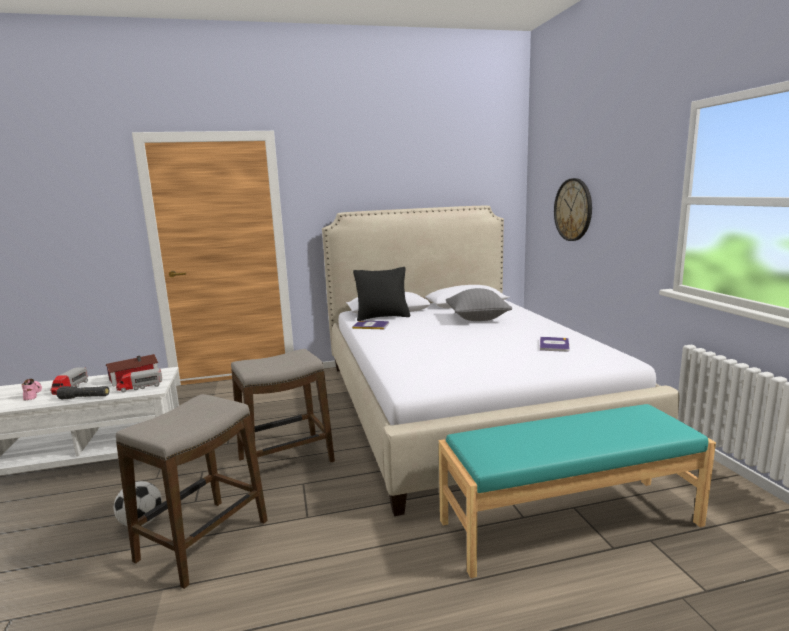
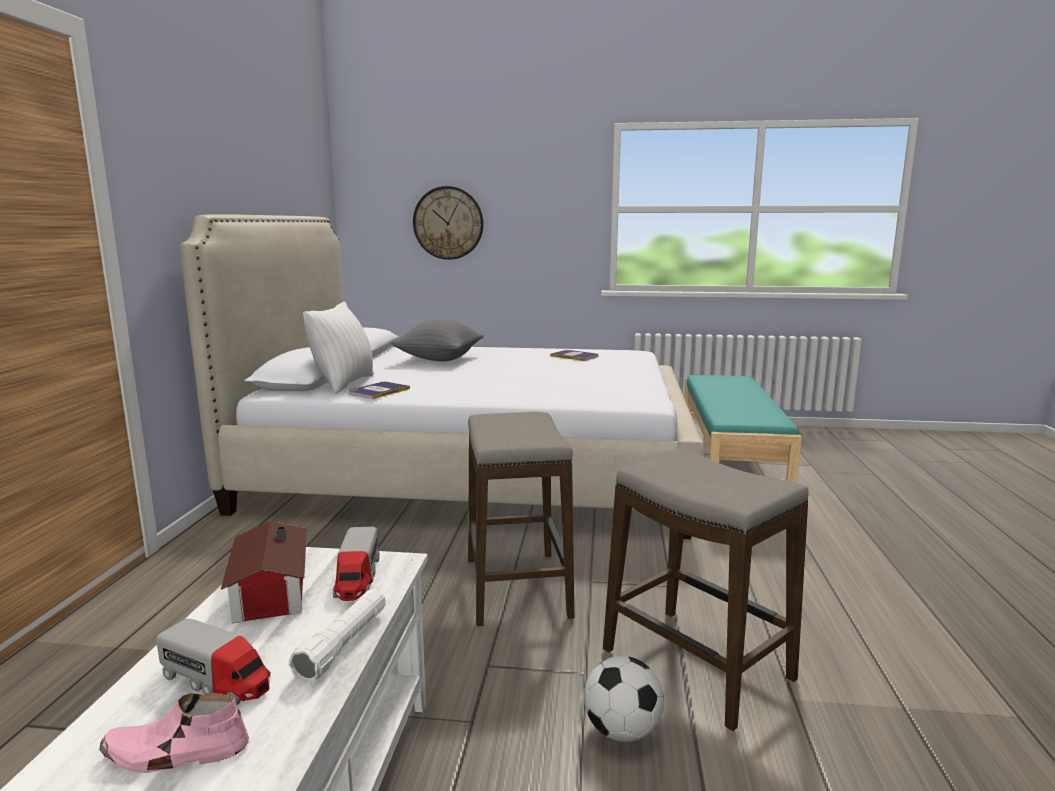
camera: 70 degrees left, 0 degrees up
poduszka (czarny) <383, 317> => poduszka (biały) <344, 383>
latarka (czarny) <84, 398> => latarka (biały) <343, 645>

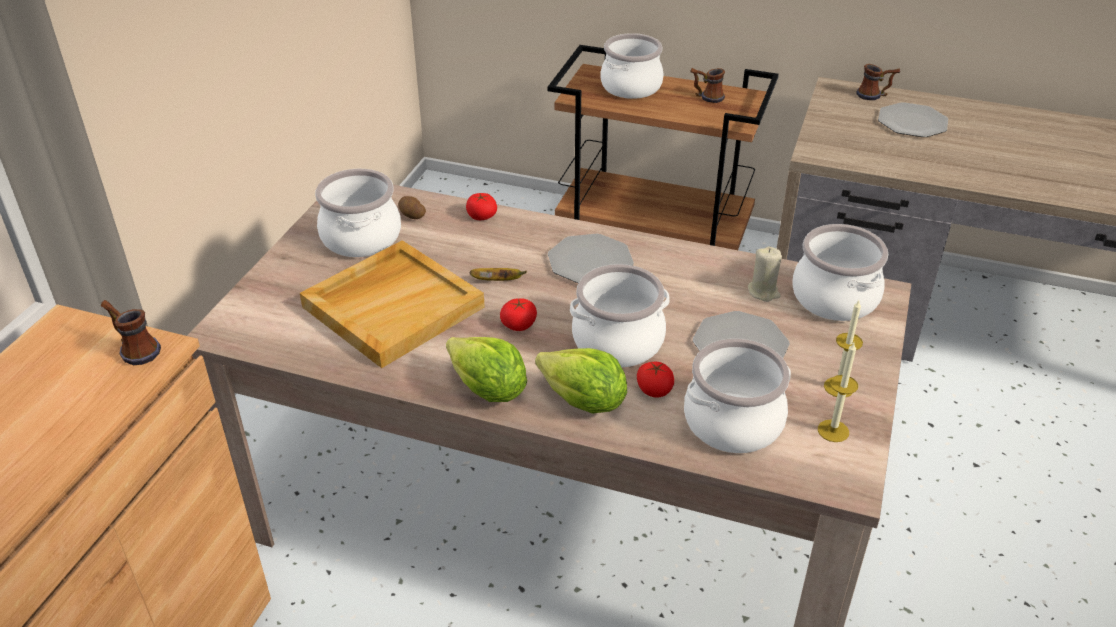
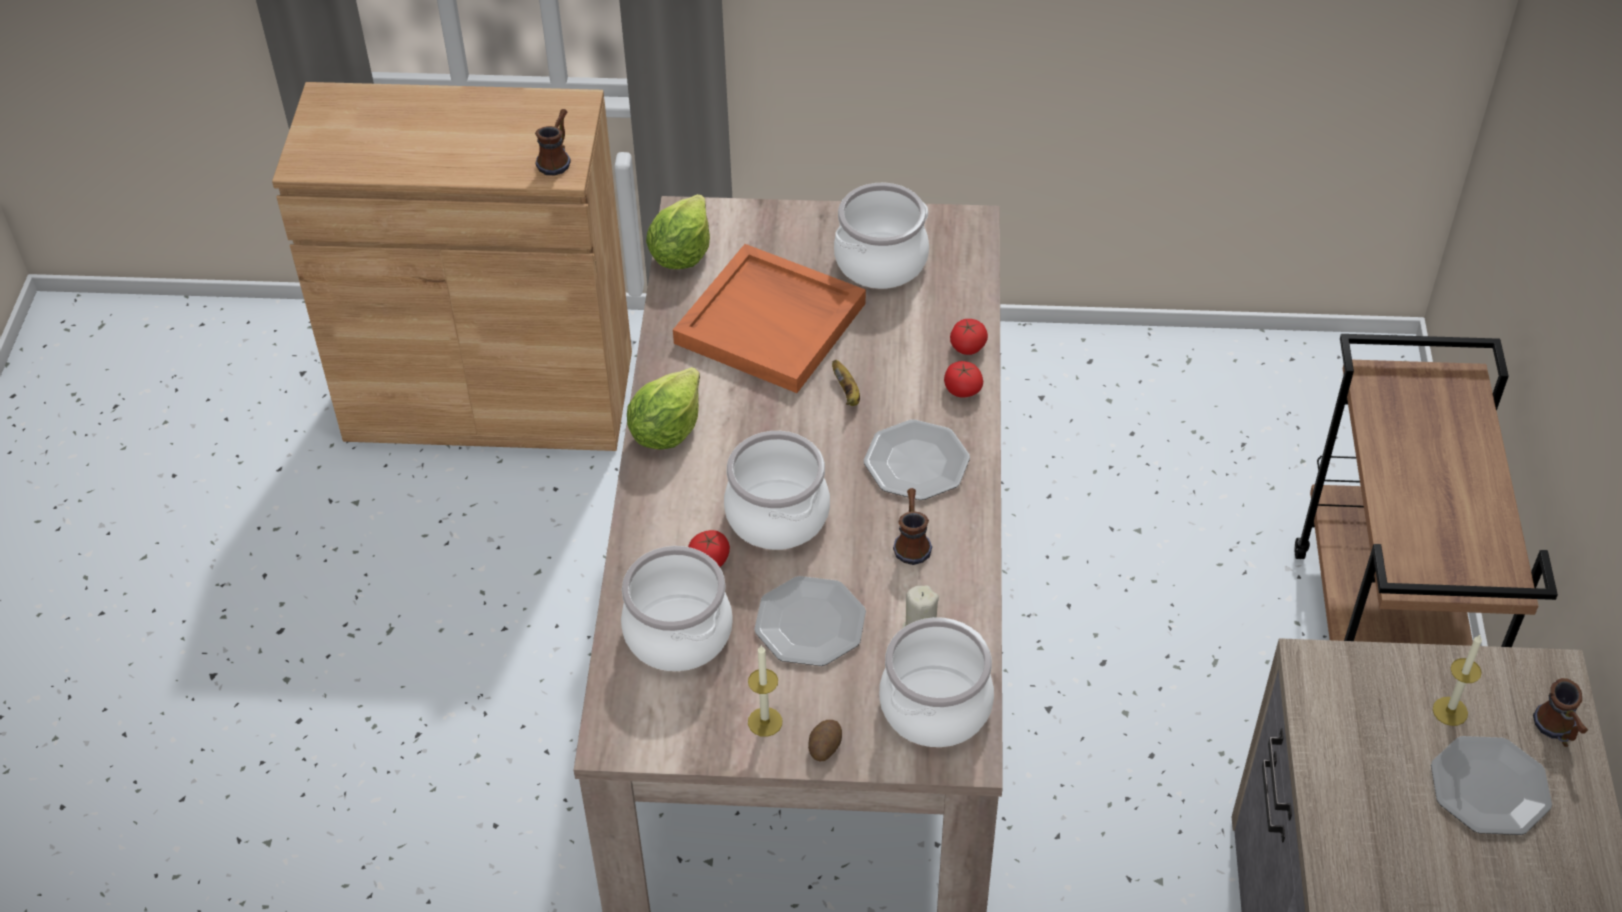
camera: 75 degrees right, 10 degrees up
garnek <630, 86> => nothing
kubek <706, 97> => kubek <912, 541>, move
ziemniak <411, 215> => ziemniak <824, 747>, move
taca (beżowy) <393, 306> => taca (pomarańczowy) <772, 323>
pomidor <518, 324> => pomidor <962, 389>, move
świeca <833, 431> => świeca <1450, 711>, move
sałata <583, 402> => sałata <681, 254>, move

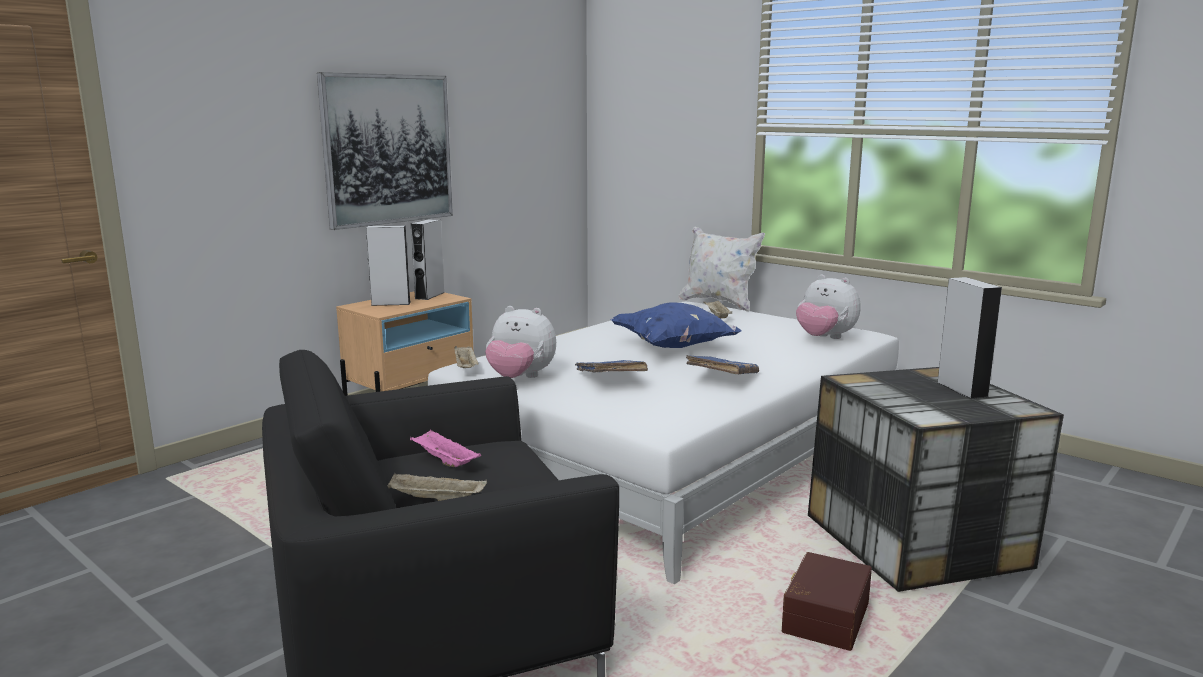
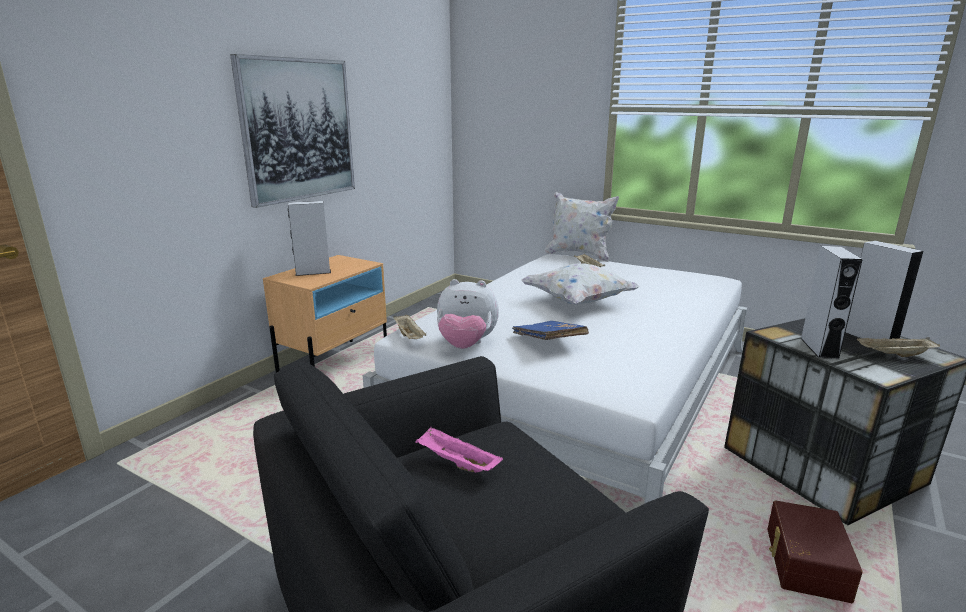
camera: 10 degrees left, 5 degrees up
głośnik (szary) <429, 295> => głośnik (szary) <819, 348>, move
pluszak <824, 338> => nothing
poduszka (niebieski) <674, 347> => poduszka (biały) <578, 302>
książka (niebieski) <722, 378> => nothing
taca (beżowy) <435, 501> => taca (beżowy) <894, 355>, move

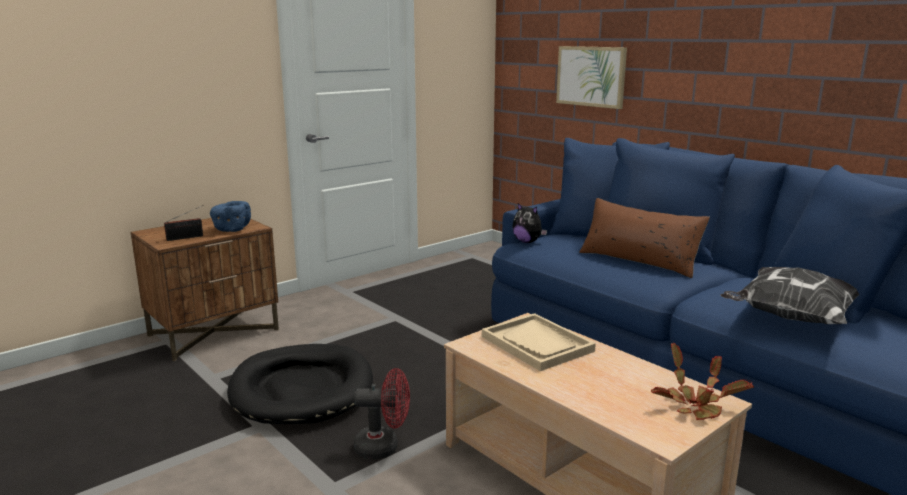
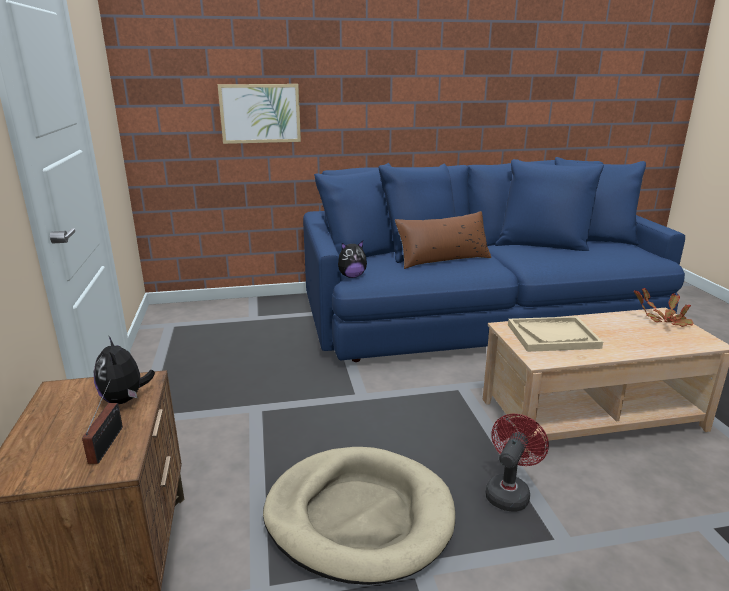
camera: 60 degrees left, 5 degrees up
miska (niebieski) <231, 229> => pluszak <125, 399>
poduszka <790, 318> => nothing
legowisko (czarny) <302, 389> => legowisko (beżowy) <359, 516>

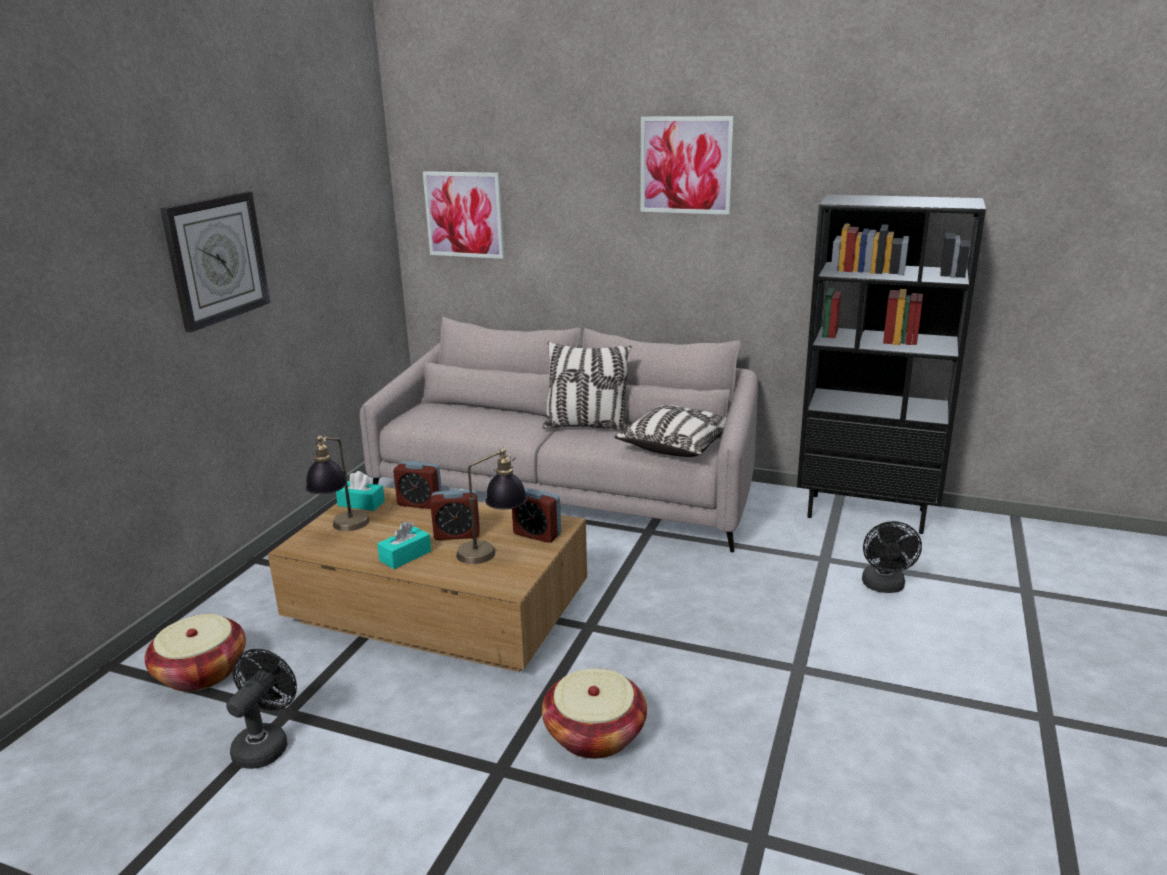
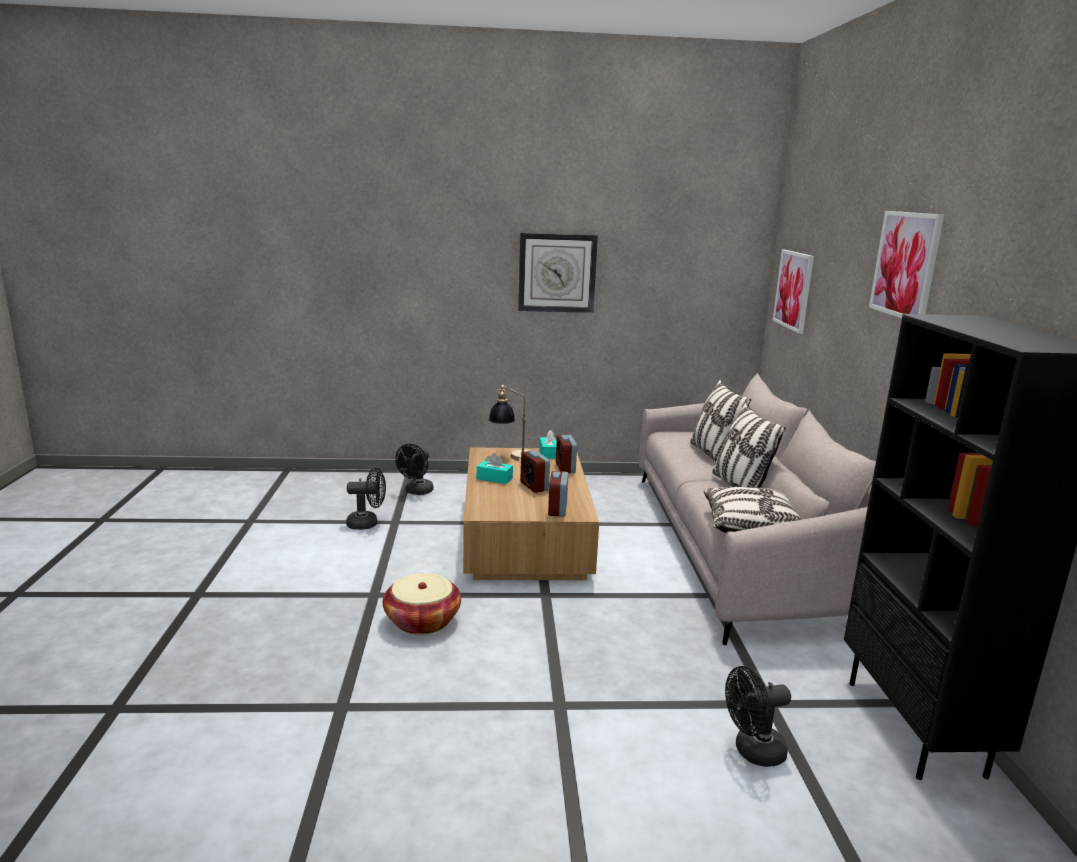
camera: 65 degrees right, 5 degrees down
lampa stołowa <493, 554> => nothing
koszyk <201, 672> => wentylator (czarny) <416, 492>
nothing => poduszka <713, 455>

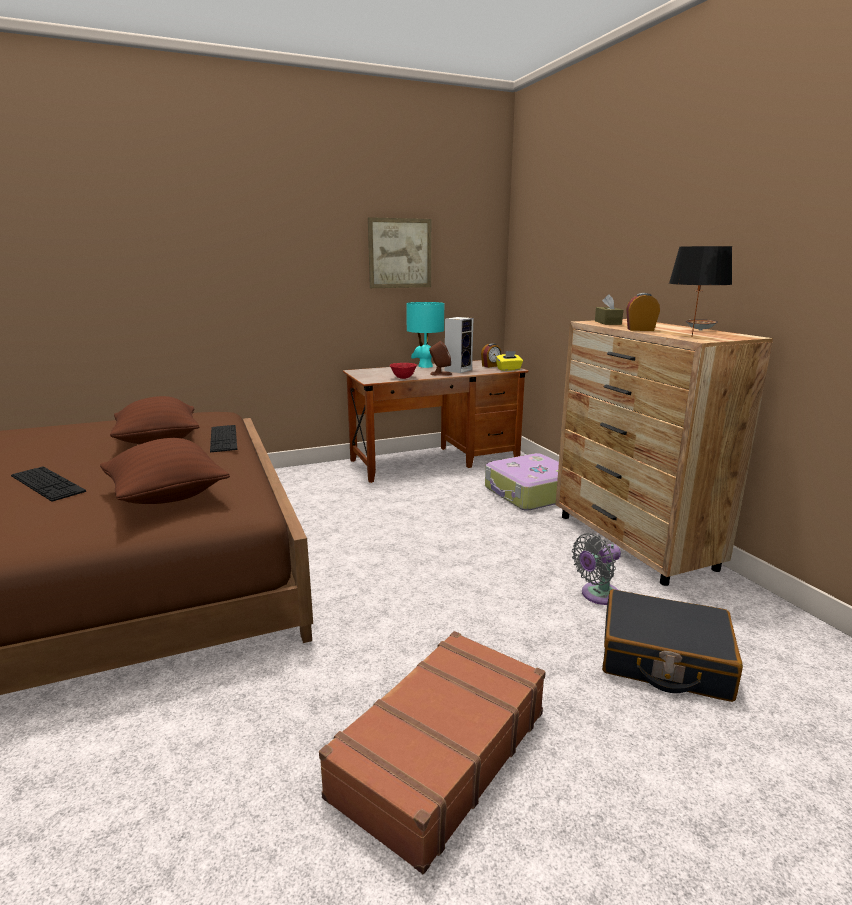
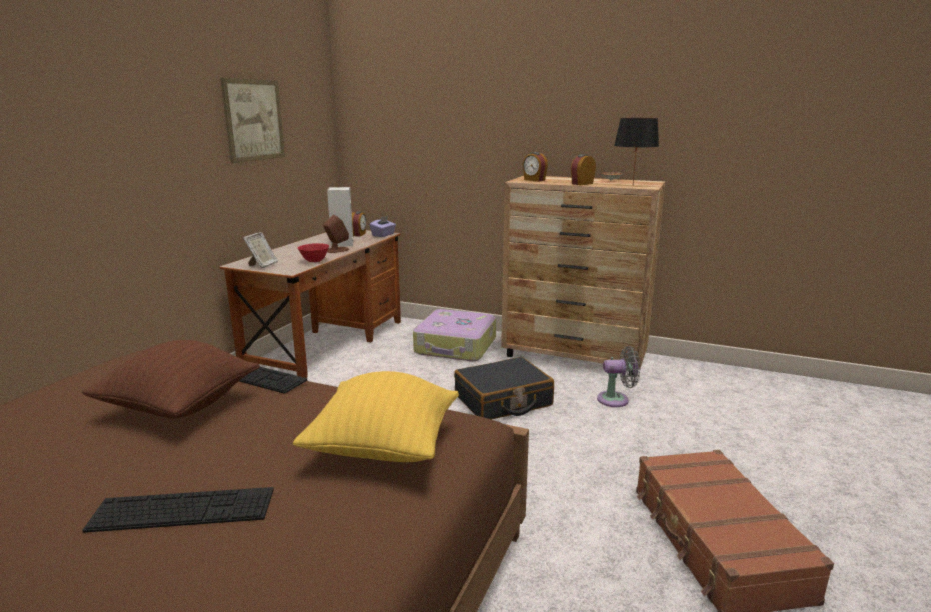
camera: 45 degrees left, 0 degrees up
pudełko chusteczek (brązowy) <607, 322> => budzik <534, 180>
lampa stołowa (turkusowy) <425, 366> => nothing
pudełko chusteczek (żółty) <509, 369> => pudełko chusteczek (fioletowy) <383, 235>
poduszka (brązowy) <167, 497> => poduszka (żółty) <383, 448>
wentylator (szary) <597, 595> => wentylator (szary) <616, 400>, 105 degrees counterclockwise
walizka (czarny) <664, 659> => walizka (czarny) <503, 401>, move
nothing => ramka na zdjęcie <262, 265>

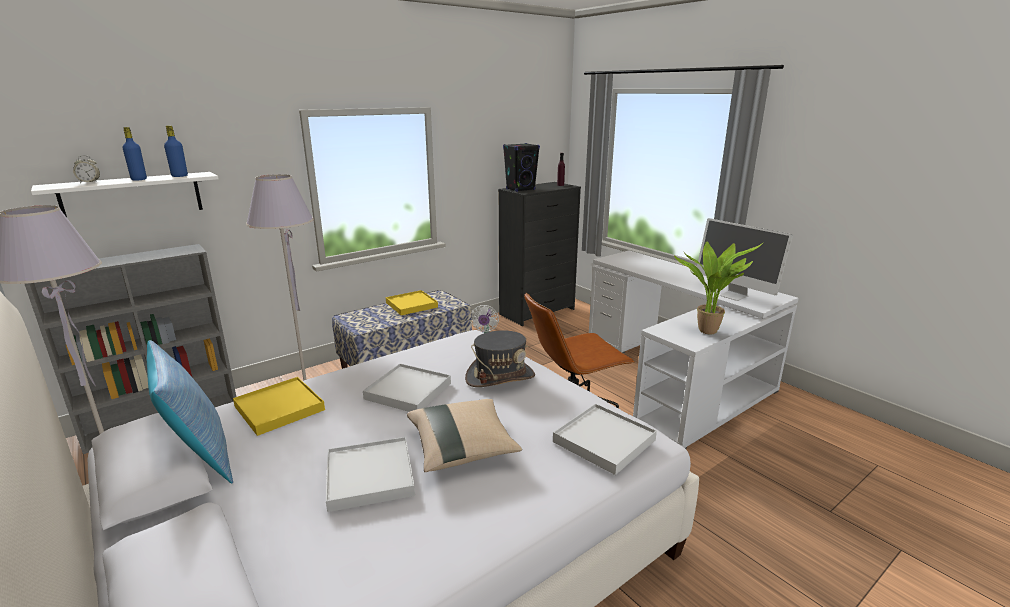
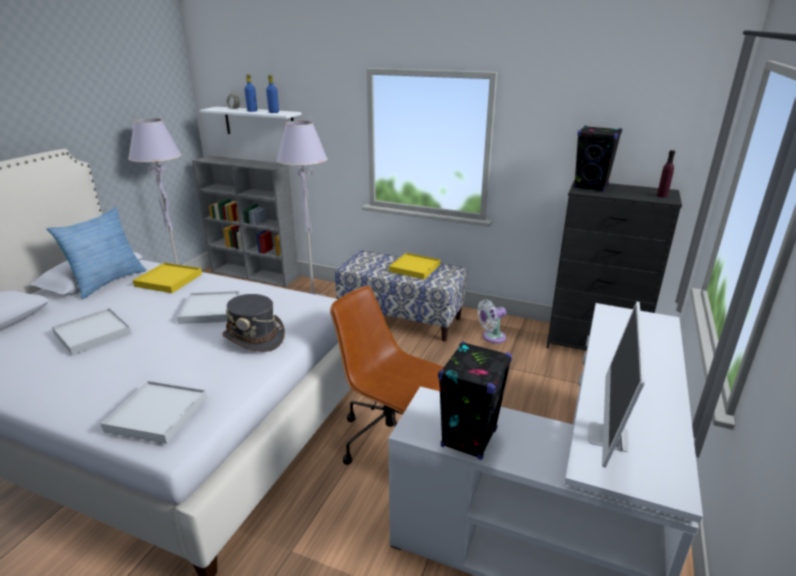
camera: 60 degrees right, 5 degrees up
roślina doniczkowa <708, 330> => głośnik (czarny) <469, 438>
poduszka (beżowy) <462, 448> => nothing

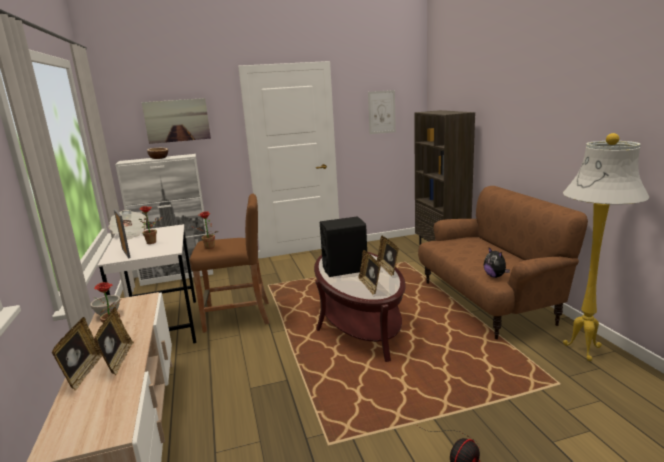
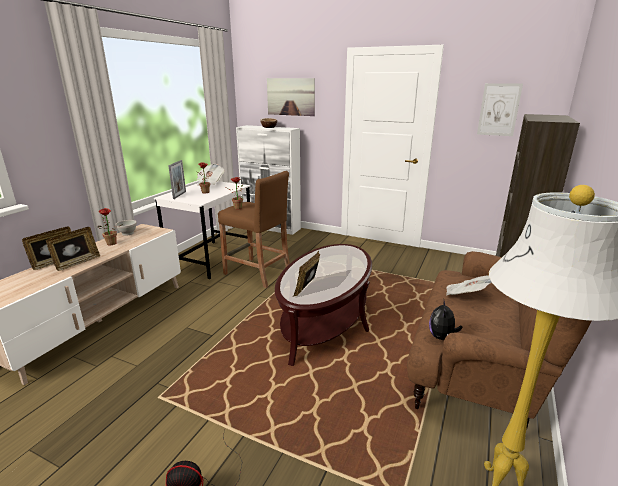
camera: 40 degrees right, 5 degrees up
głośnik (czarny) <345, 269> => nothing
ramka na zdjęcie <388, 269> => nothing
nothing => gazeta <466, 296>

